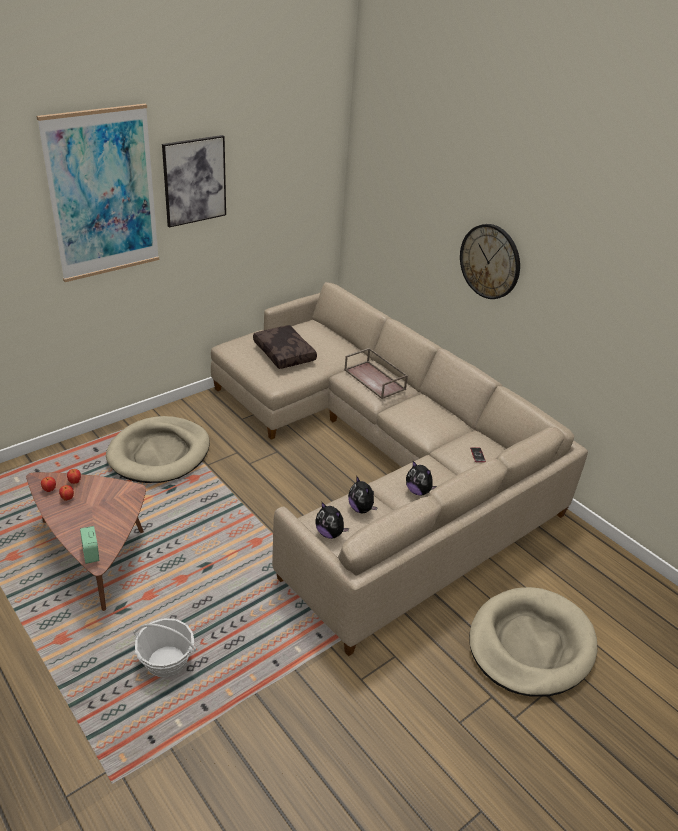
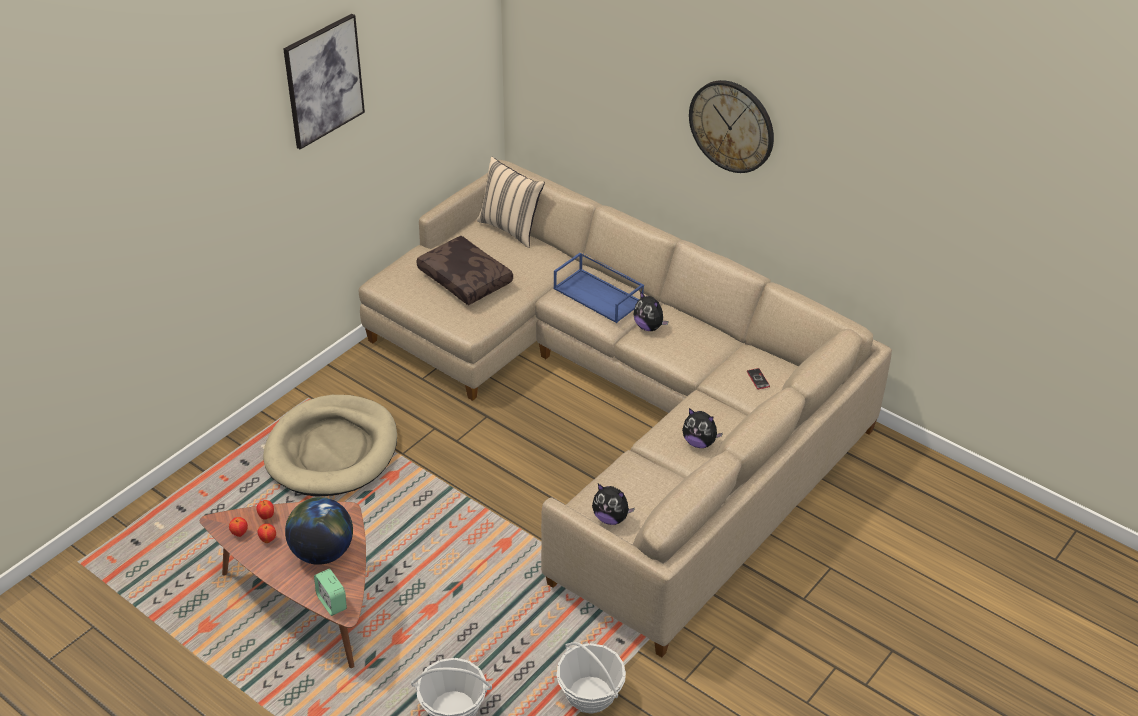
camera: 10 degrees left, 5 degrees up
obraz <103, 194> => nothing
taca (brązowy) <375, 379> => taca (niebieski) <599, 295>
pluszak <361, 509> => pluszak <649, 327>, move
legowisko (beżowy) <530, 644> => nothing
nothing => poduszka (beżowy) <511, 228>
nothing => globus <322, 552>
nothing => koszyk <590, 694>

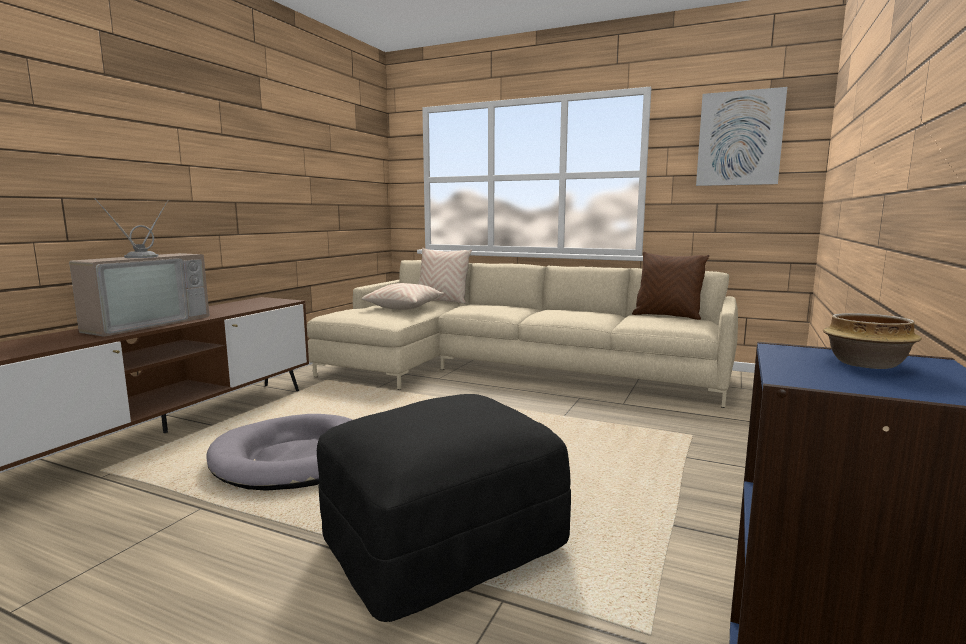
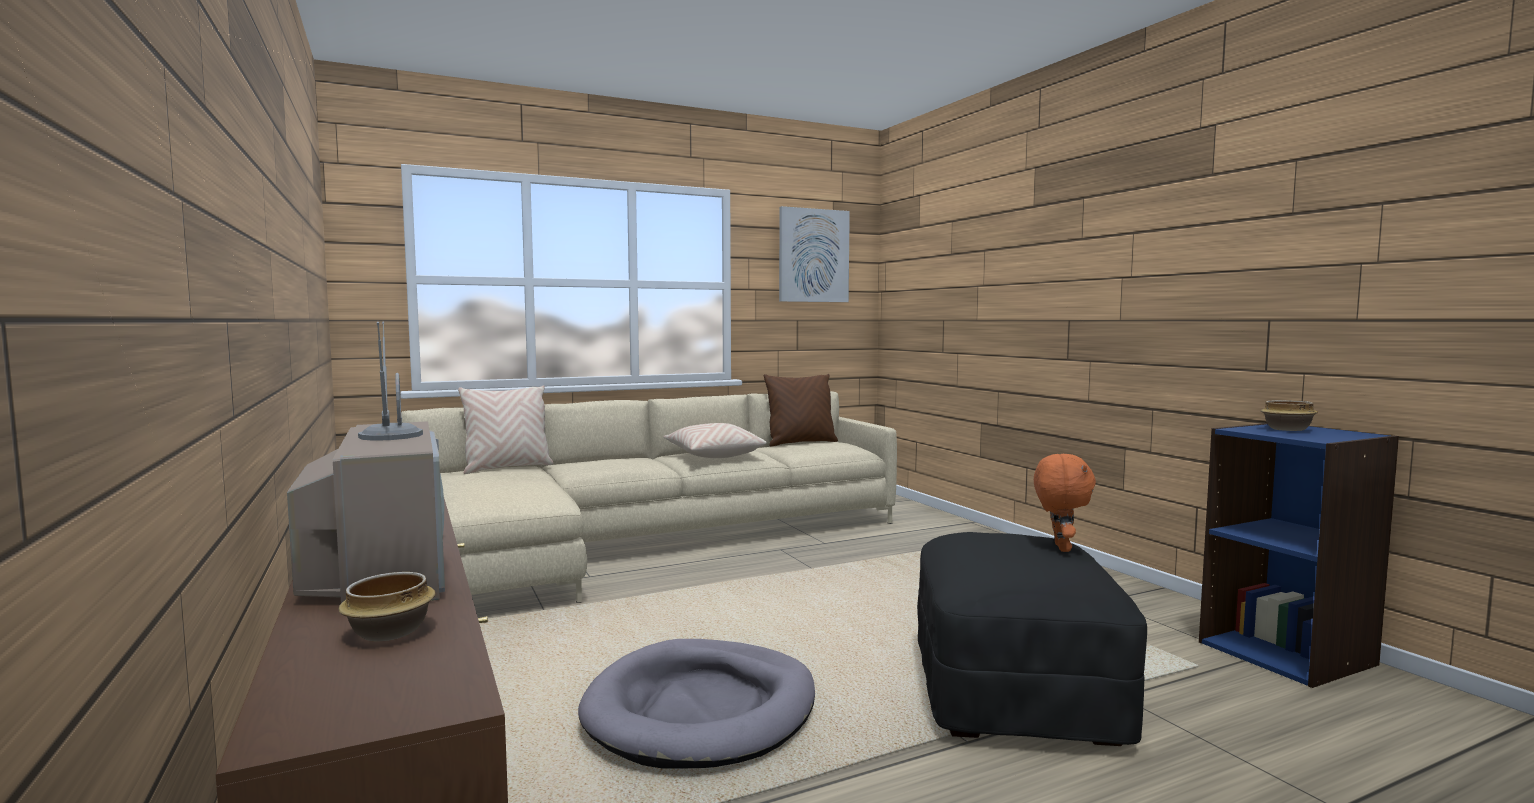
camera: 50 degrees left, 5 degrees down
poduszka (beżowy) <404, 307> => poduszka (beżowy) <713, 455>, move
nothing => pluszak (pomarańczowy) <1060, 548>
nothing => miska <390, 632>

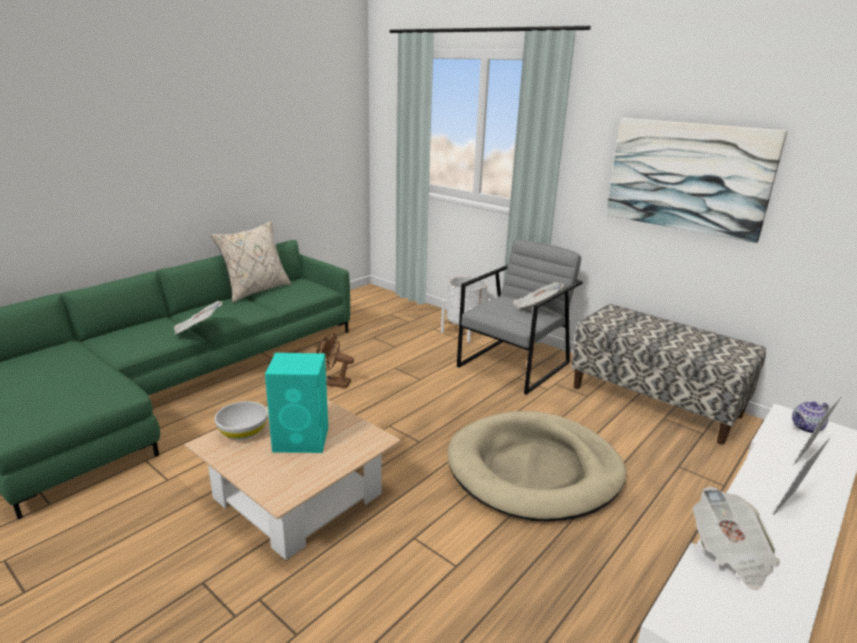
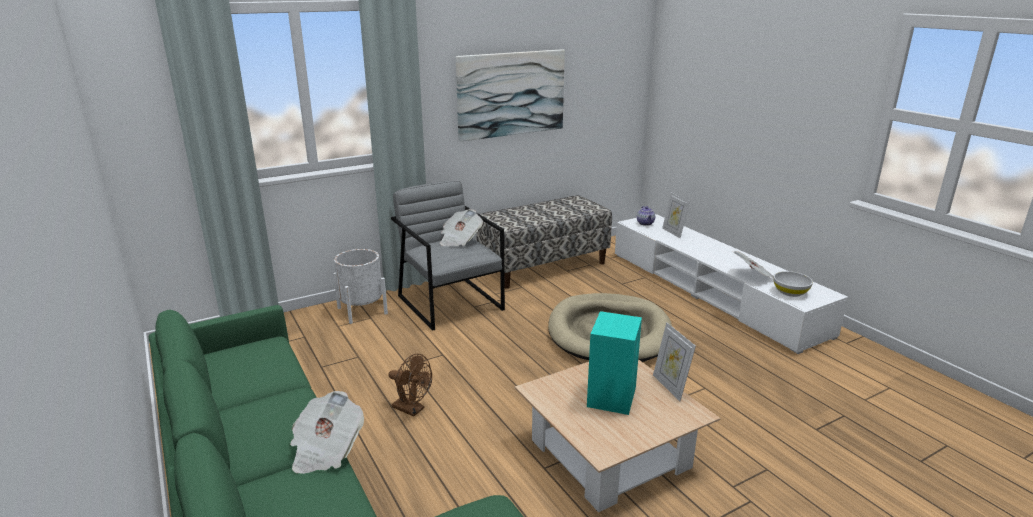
camera: 70 degrees left, 0 degrees up
poduszka (beżowy) <255, 290> => nothing
wentylator (brązowy) <333, 383> => wentylator (brązowy) <412, 409>, 90 degrees counterclockwise
miska (biały) <243, 432> => miska (biały) <790, 292>, move
ramka na zdjęcie <791, 505> => ramka na zdjęcie <670, 387>, move

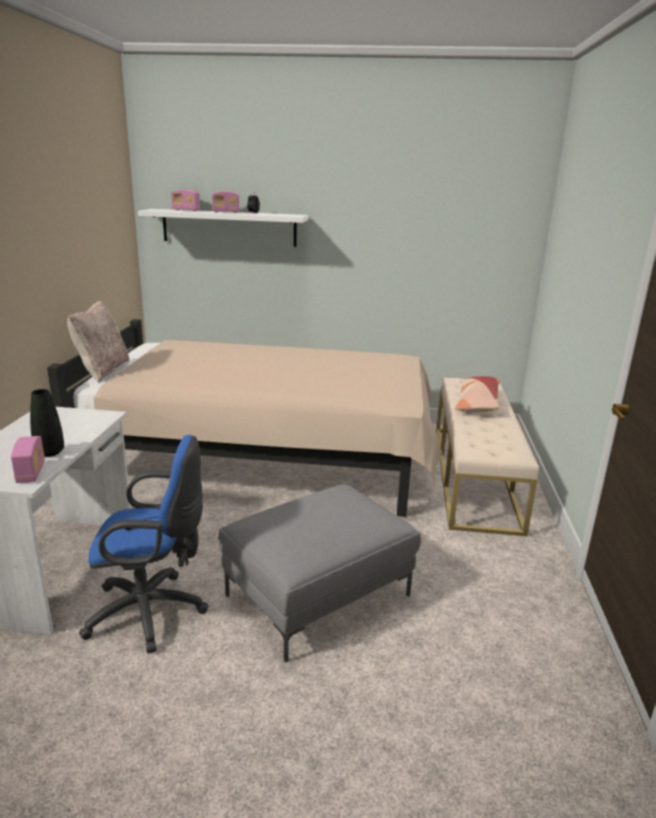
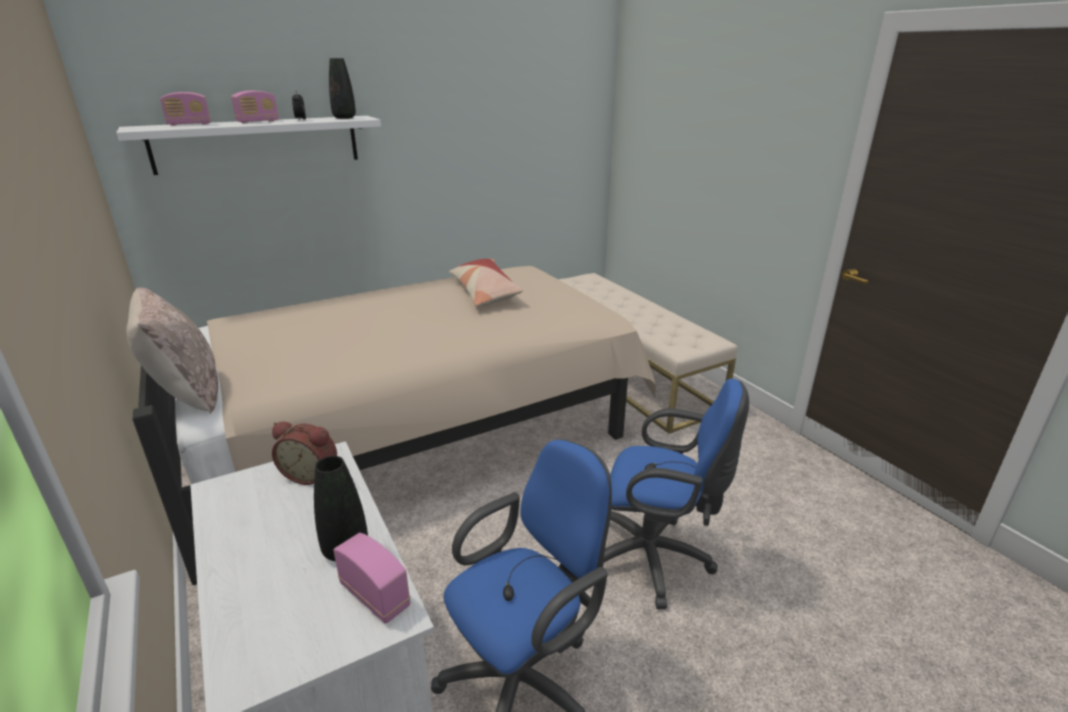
camera: 35 degrees left, 5 degrees up
poduszka <477, 403> => poduszka <485, 292>, move
pufa (szary) <318, 597> => krzesło biurowe (niebieski) <655, 559>
nothing => wazon (czarny) <344, 118>
nothing => budzik <311, 474>

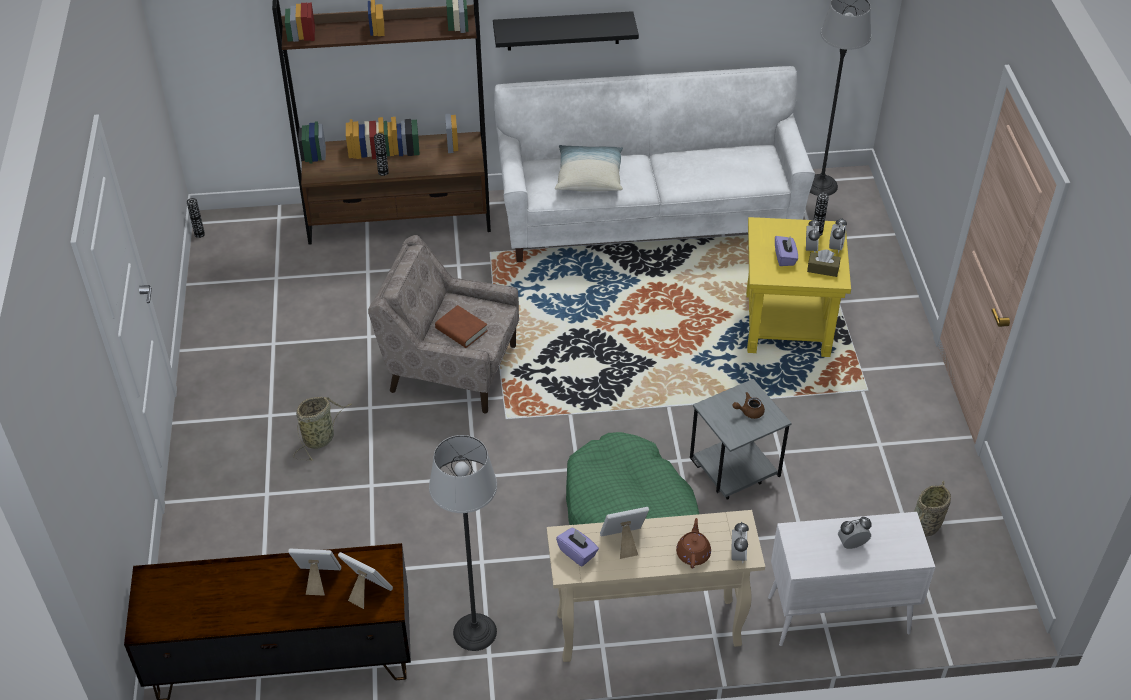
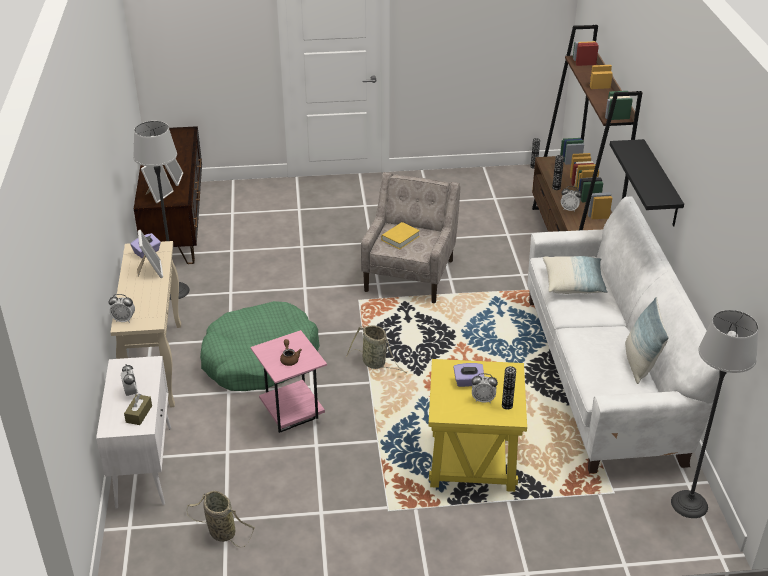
camera: 90 degrees right, 10 degrees down
budzik <835, 247> => budzik <569, 209>, move
pudełko chusteczek (brązowy) <823, 269> => pudełko chusteczek (brązowy) <139, 414>, move
książka (brązowy) <461, 330> => książka (żółty) <400, 238>
stolik (szary) <733, 477> => stolik (różowy) <291, 415>
koszyk <320, 438> => koszyk <375, 363>, move
imbryk (brązowy) <693, 553> => nothing
nothing => poduszka <639, 363>

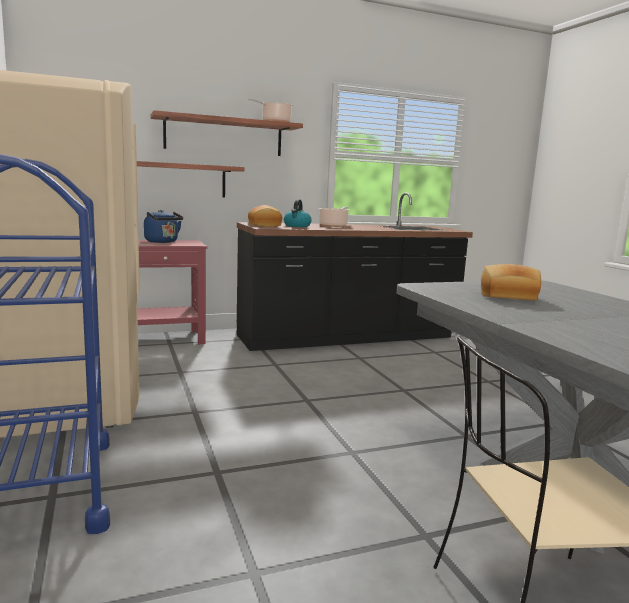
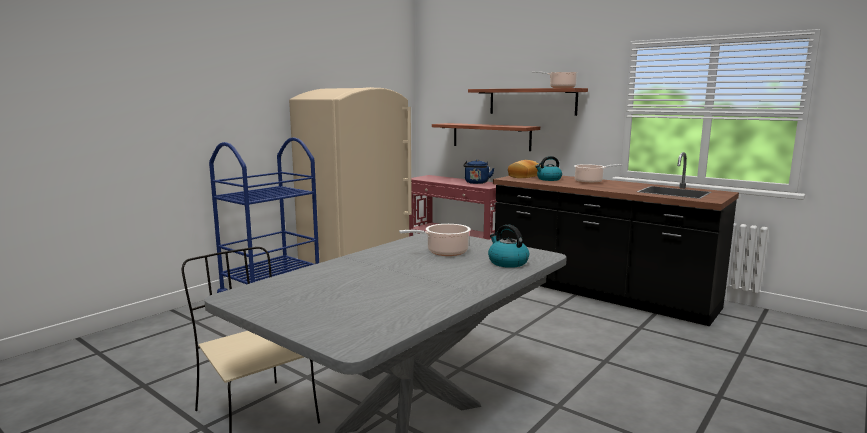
camera: 60 degrees right, 0 degrees up
chleb <508, 296> => garnek <444, 252>
nothing => czajnik <507, 262>

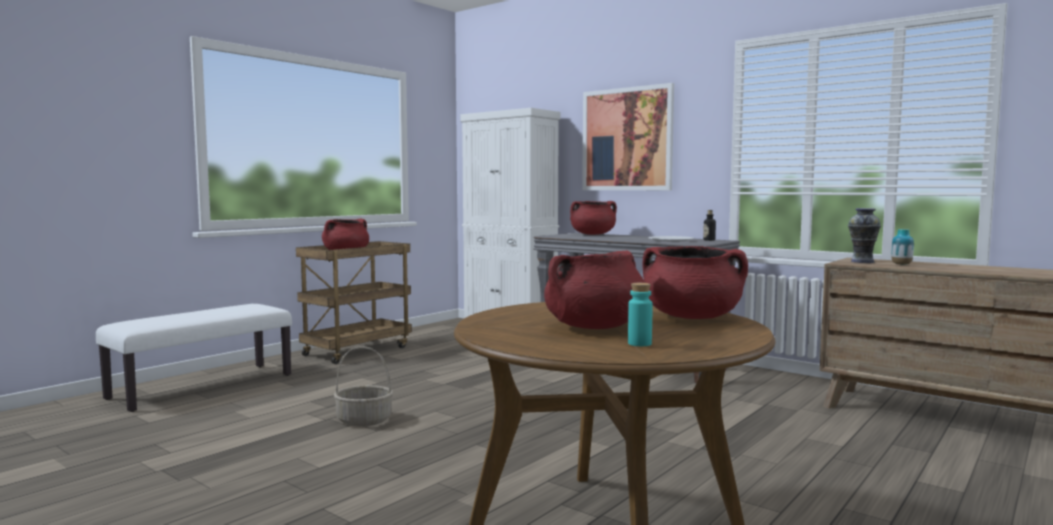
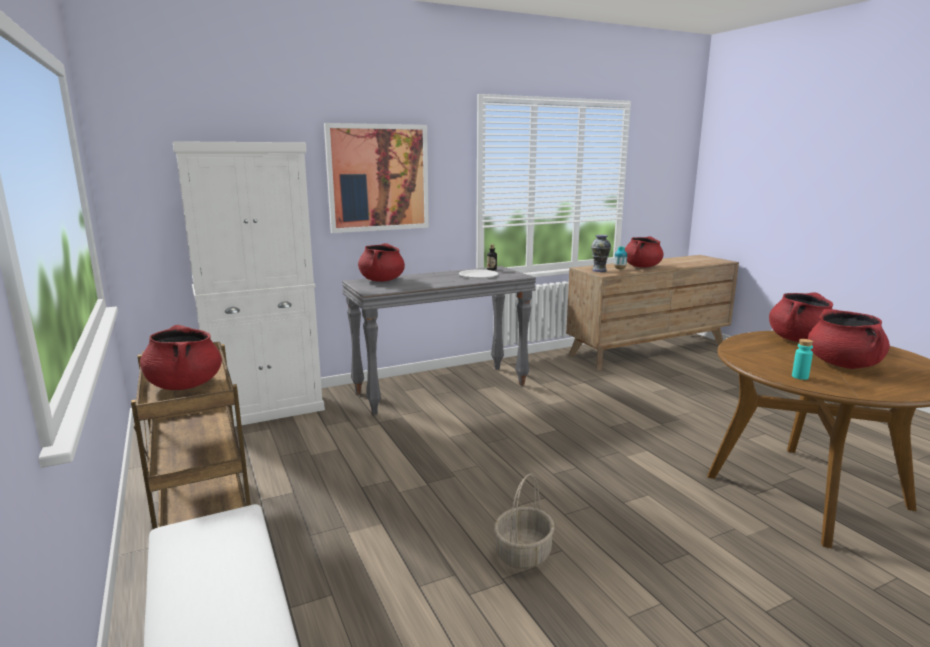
camera: 65 degrees left, 10 degrees up
butelka (turkusowy) <639, 343> => butelka (turkusowy) <800, 377>, move
nothing => garnek (czerwony) <642, 266>

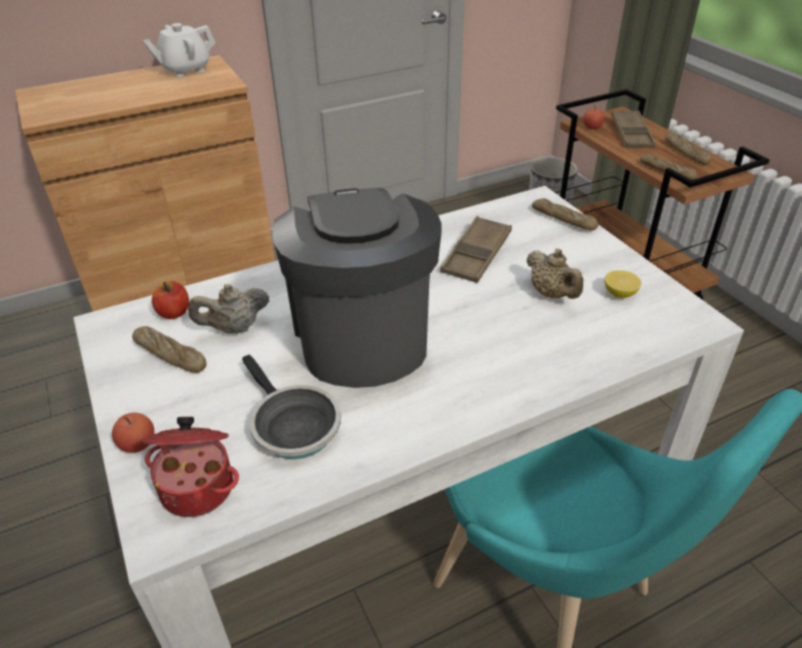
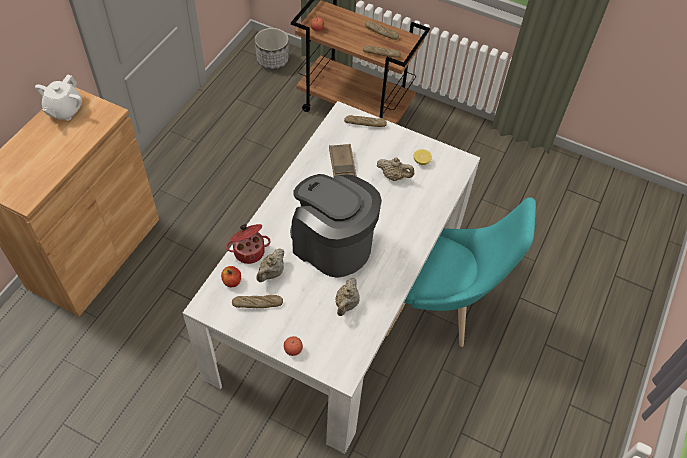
camera: 40 degrees left, 15 degrees up
taca (brązowy) <631, 134> => nothing
patelnia <292, 426> => imbryk (beżowy) <346, 304>
garnek <199, 487> => garnek <249, 251>, move

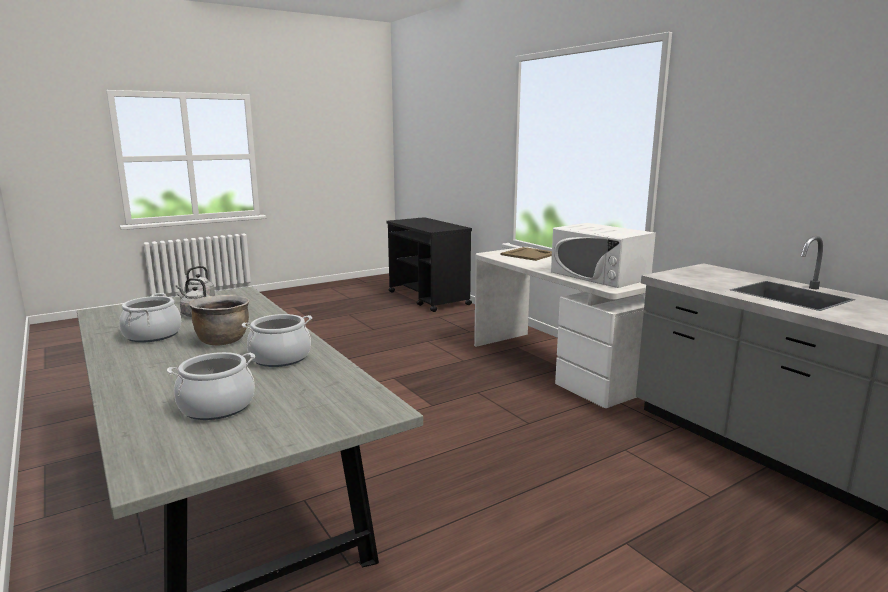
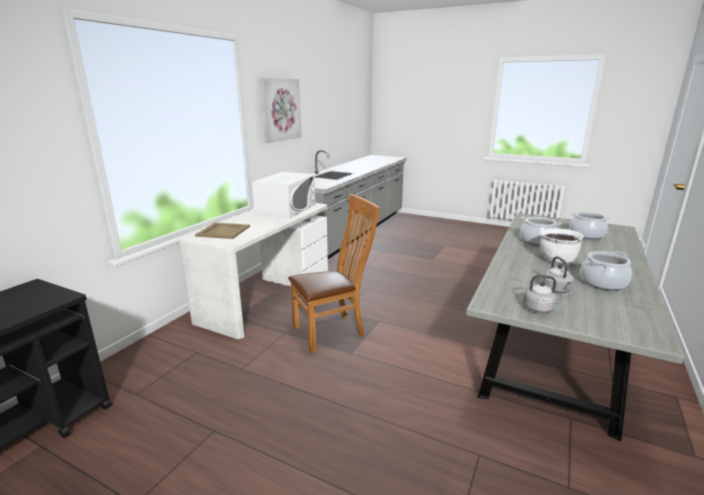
camera: 120 degrees left, 5 degrees up
garnek (brązowy) <223, 341> => garnek (biały) <557, 260>
nothing => obraz <280, 109>
nothing => krzesło (brązowy) <333, 331>

